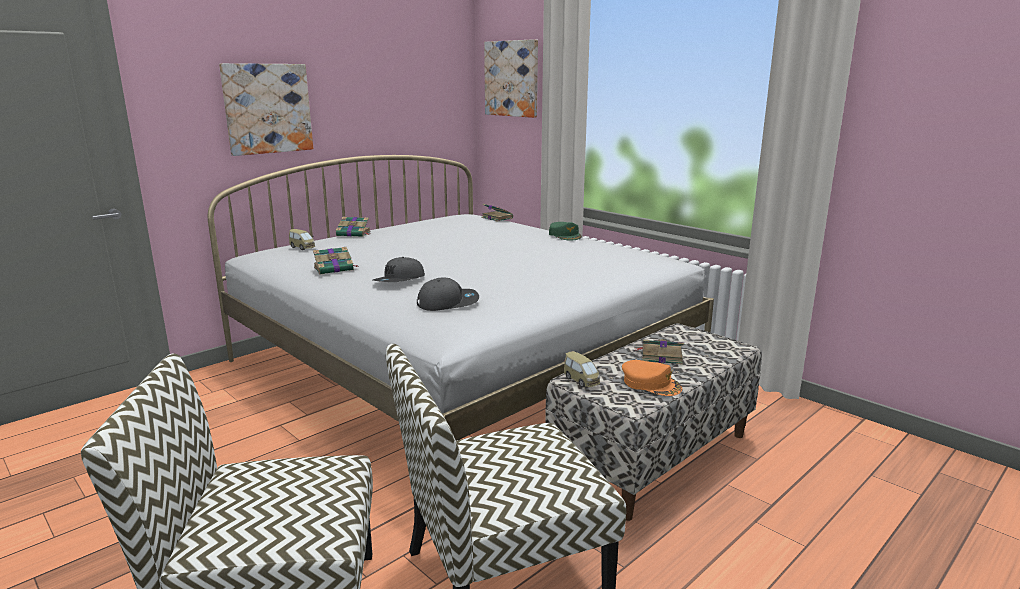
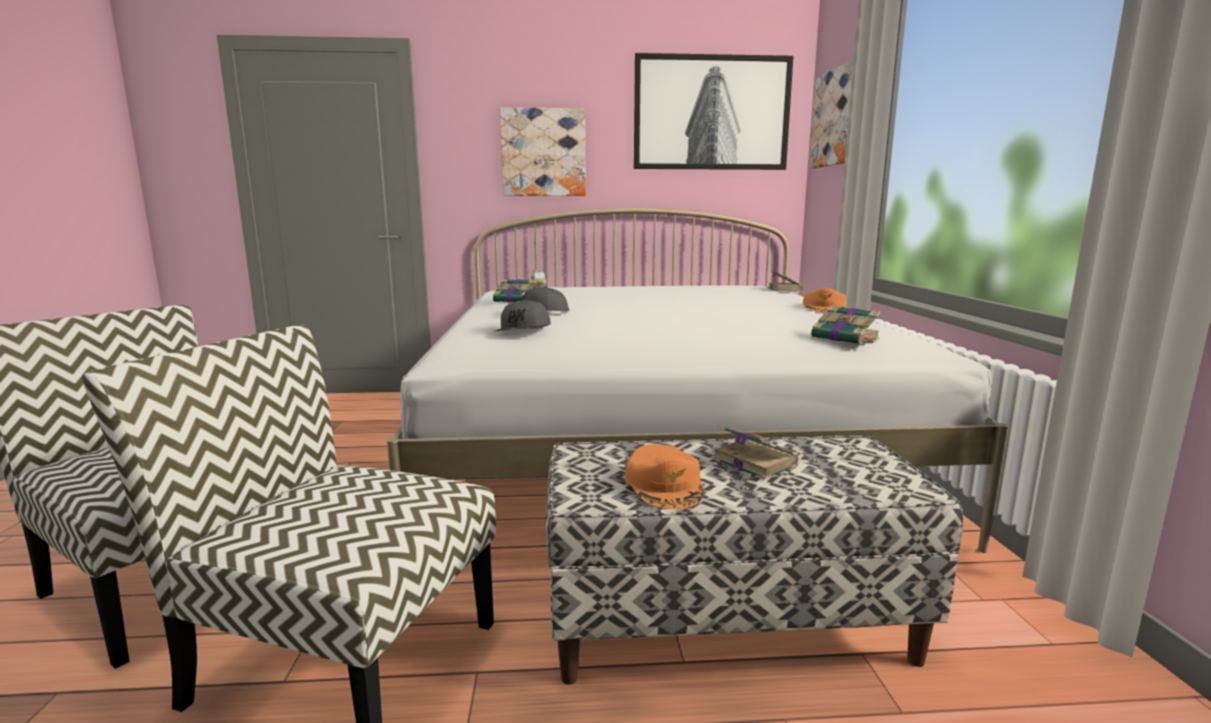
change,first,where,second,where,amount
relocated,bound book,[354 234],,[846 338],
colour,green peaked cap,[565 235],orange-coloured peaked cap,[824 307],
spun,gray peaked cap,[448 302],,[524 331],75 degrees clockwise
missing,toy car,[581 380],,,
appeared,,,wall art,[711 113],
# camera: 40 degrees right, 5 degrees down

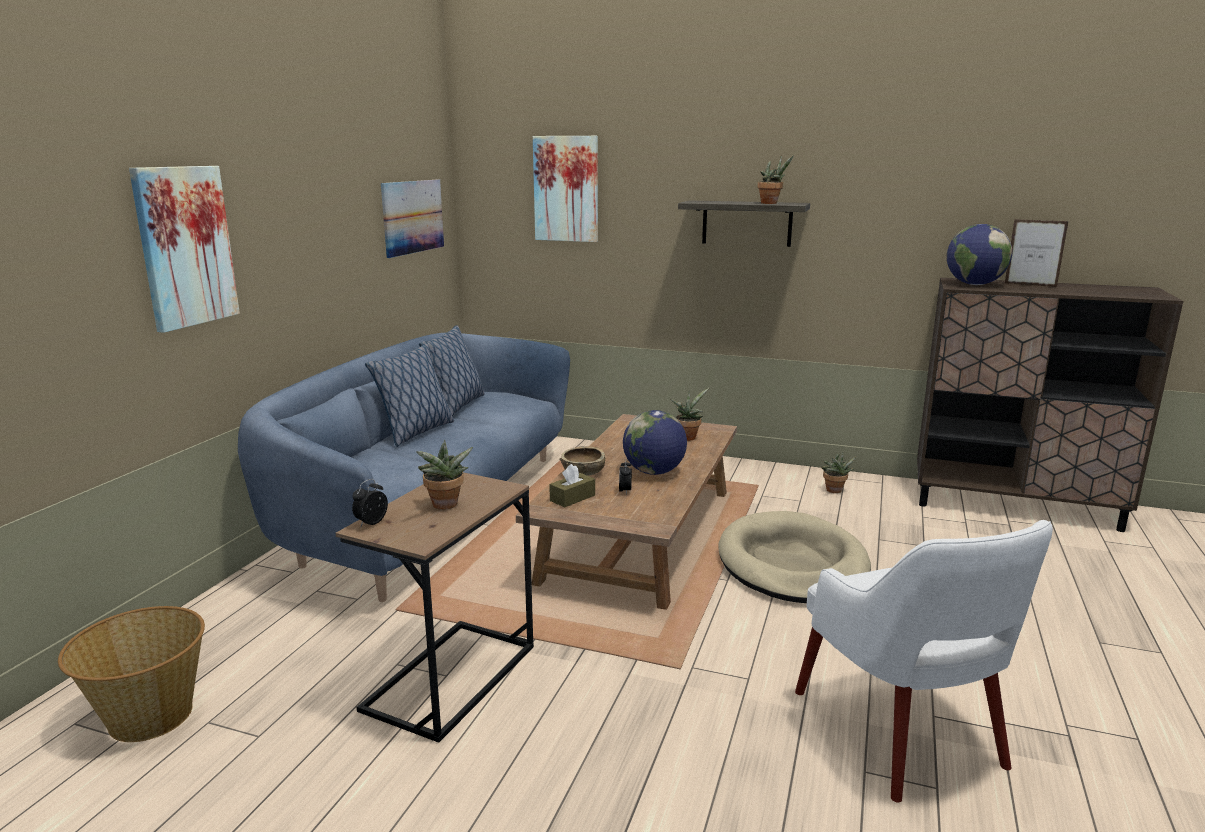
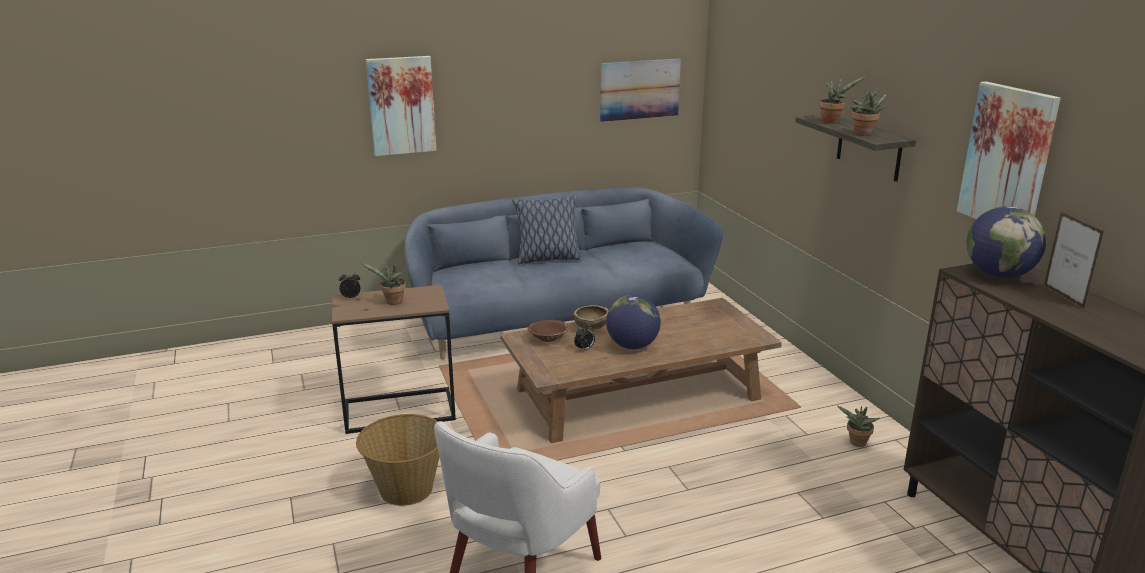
change,first,where,second,where,amount
relocated,wall art,[566 189],,[1008 158],
missing,throw pillow,[456 405],,,
relocated,houseplant,[688 437],,[832 121],
exchanged,brown tissue box,[572 498],brown deep dish,[548 338],
missing,beige-coloured pet bed,[792 564],,,
relocated,basket,[149 716],,[406 489],
# camera: 50 degrees right, 5 degrees up

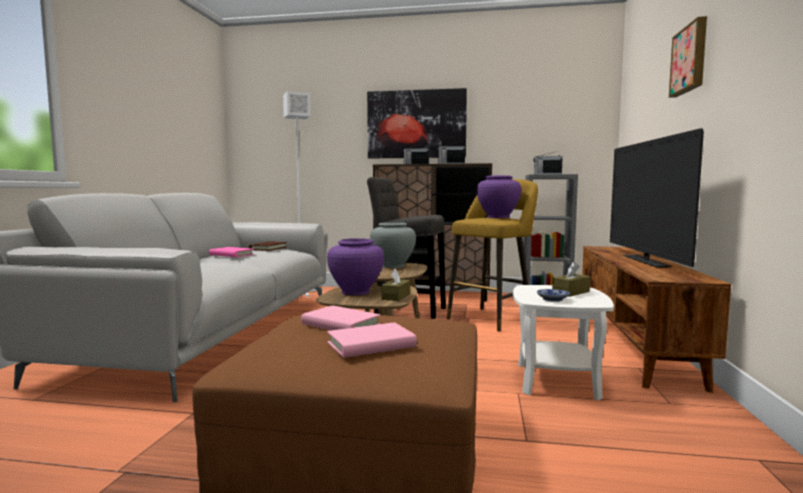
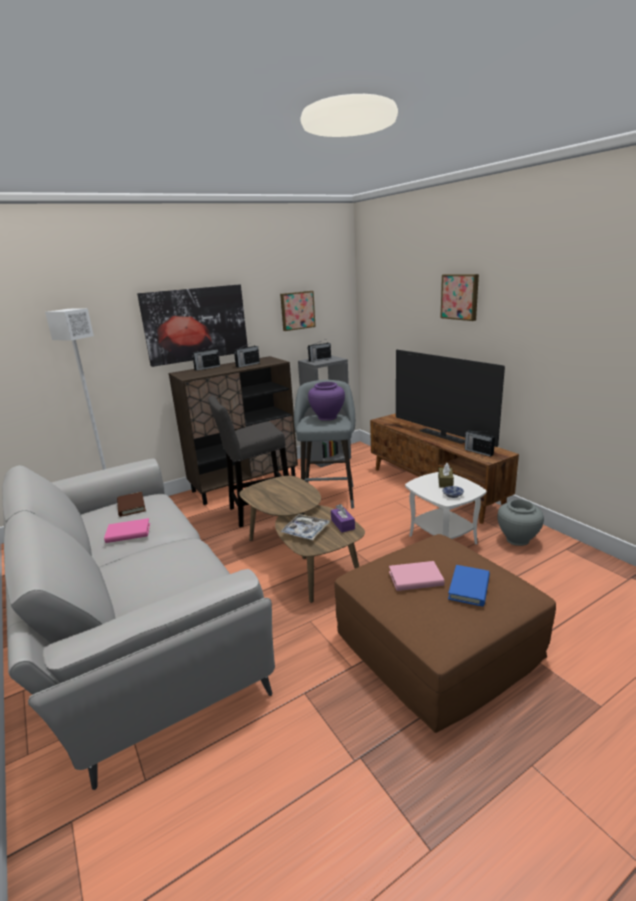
change,first,where,second,where,amount
colour,yellowish sitting stool,[492 318],gray sitting stool,[328 495],
relocated,gray flower vase,[393 266],,[517 540],
exchanged,purple flower vase,[355 292],serving tray,[305 531],
colour,brown tissue box,[396 297],purple tissue box,[342 524],
colour,pink bound book,[371 345],bluish bound book,[469 588],
appeared,,,wall art,[297 310],
appeared,,,radio receiver,[478 452],
# camera: 40 degrees left, 15 degrees up

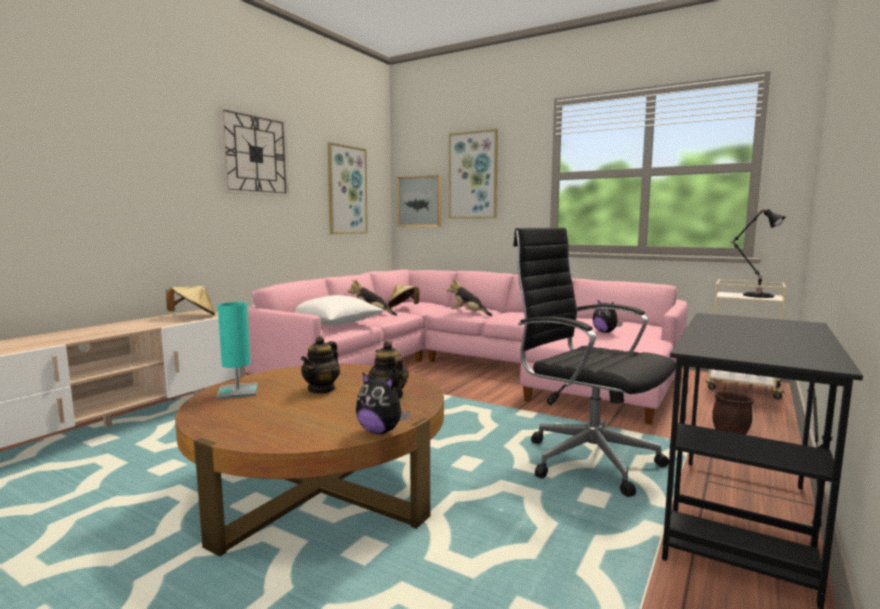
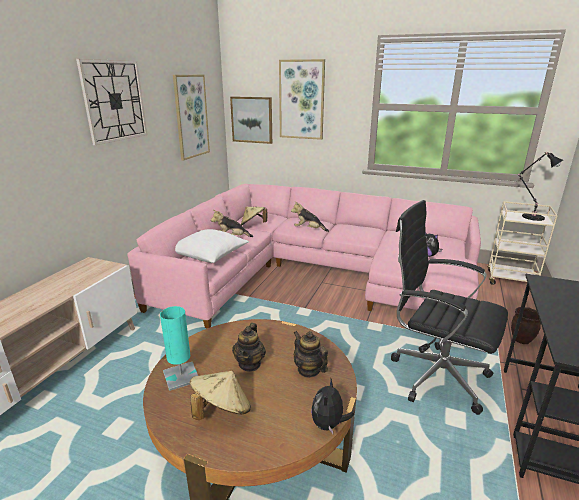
change,first,where,second,where,amount
relocated,beige-coloured hat,[193 316],,[221 410],
spun,cuddly toy,[380 431],,[329 424],90 degrees clockwise
# camera: 10 degrees left, 15 degrees up

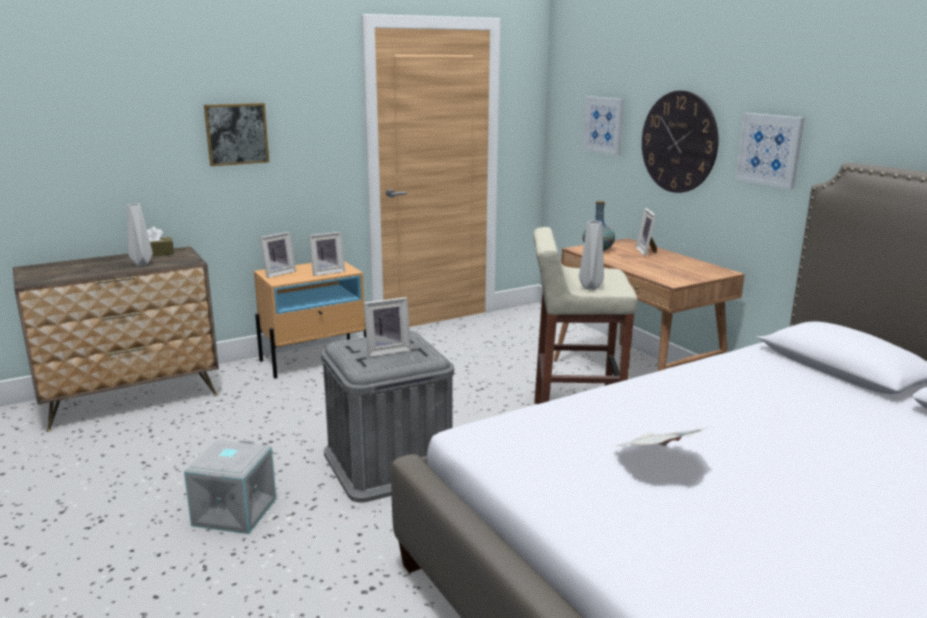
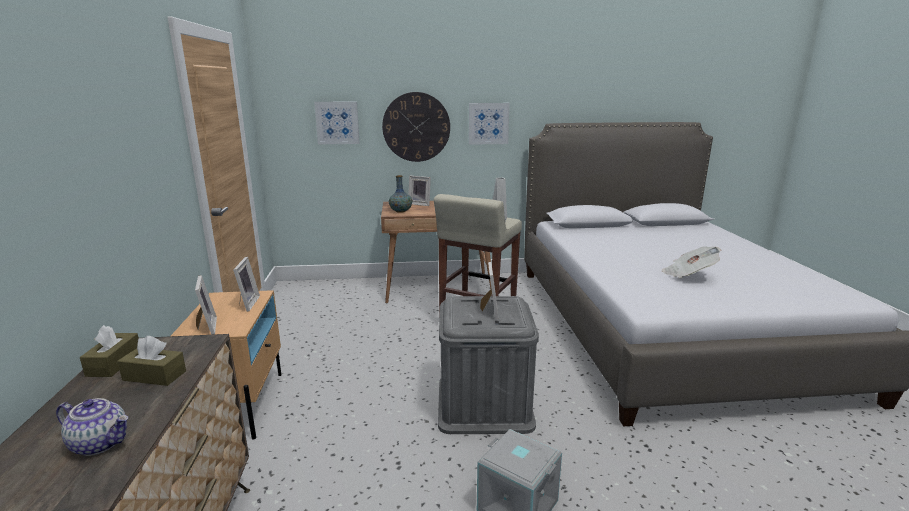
change,first,where,second,where,amount
missing,wall art,[236 134],,,
exchanged,gray flower vase,[142 264],brown tissue box,[154 376],
appeared,,,tea pot,[101 443],
# camera: 65 degrees left, 0 degrees up

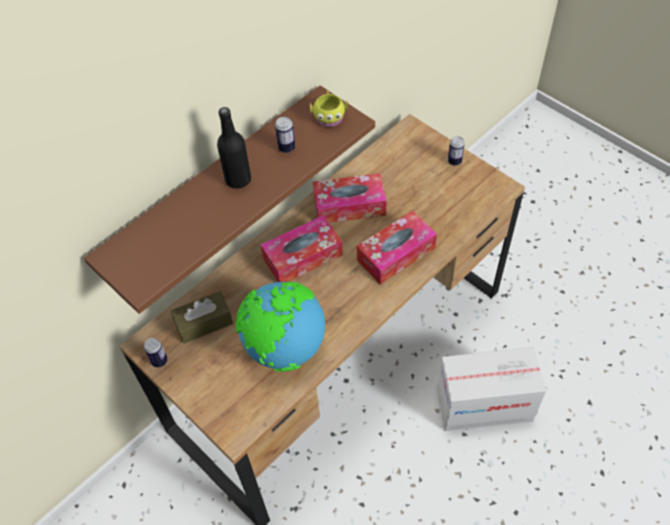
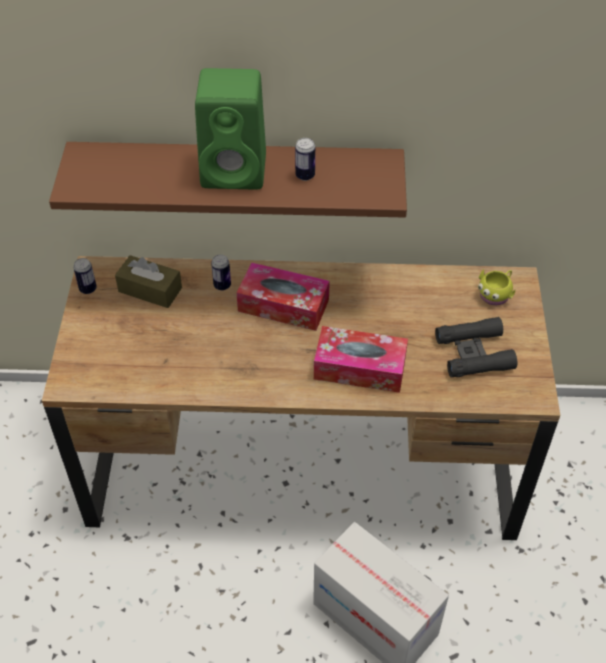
change,first,where,second,where,amount
relocated,yellowish tea mug,[329 116],,[495 294],
exchanged,black beverage bottle,[238 180],green audio speaker,[236 170],
relocated,can,[454 161],,[222 285],
missing,tissue box,[349 206],,,
missing,world globe,[284 347],,,
appeared,,,black binoculars,[474 353],
# camera: 45 degrees right, 5 degrees down

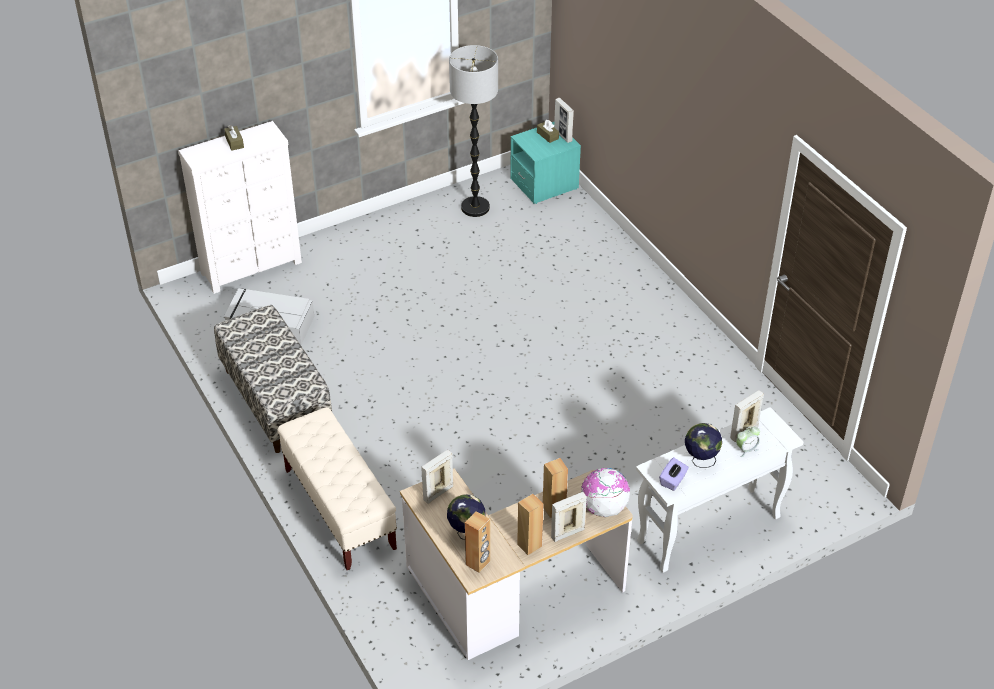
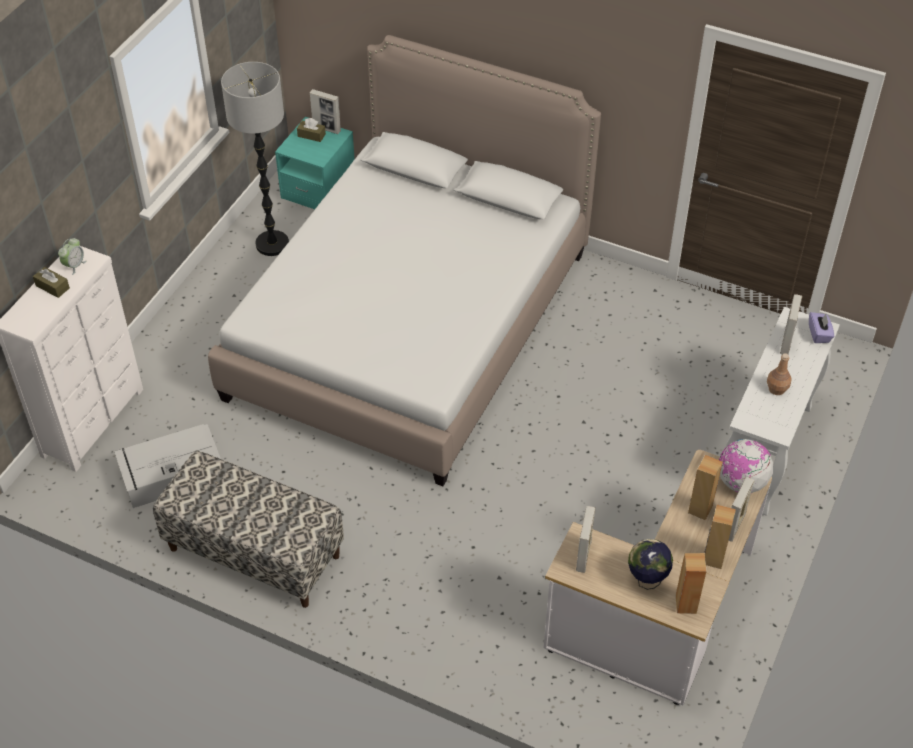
change,first,where,second,where,amount
missing,beige-coloured indoor bench,[339 509],,,
exchanged,world globe,[700 460],brown beverage bottle,[777 389],
relocated,alarm clock,[746 449],,[74 265],
relocated,purple tissue box,[673 481],,[819 334],
appeared,,,bed,[409 324],
# camera: 35 degrees left, 5 degrees up

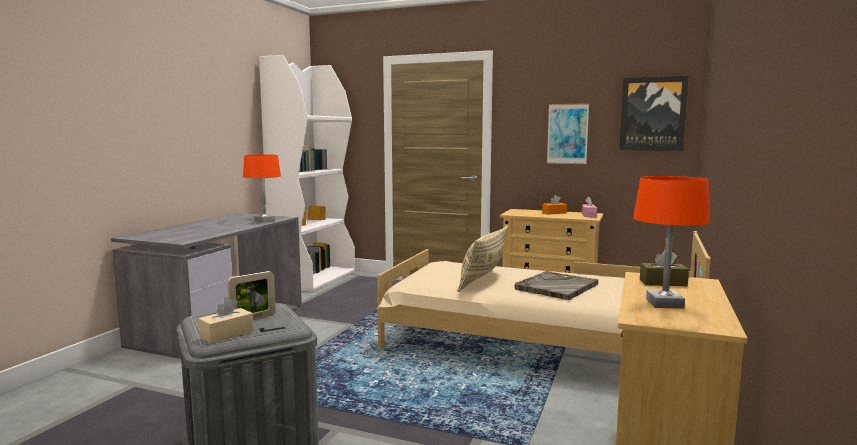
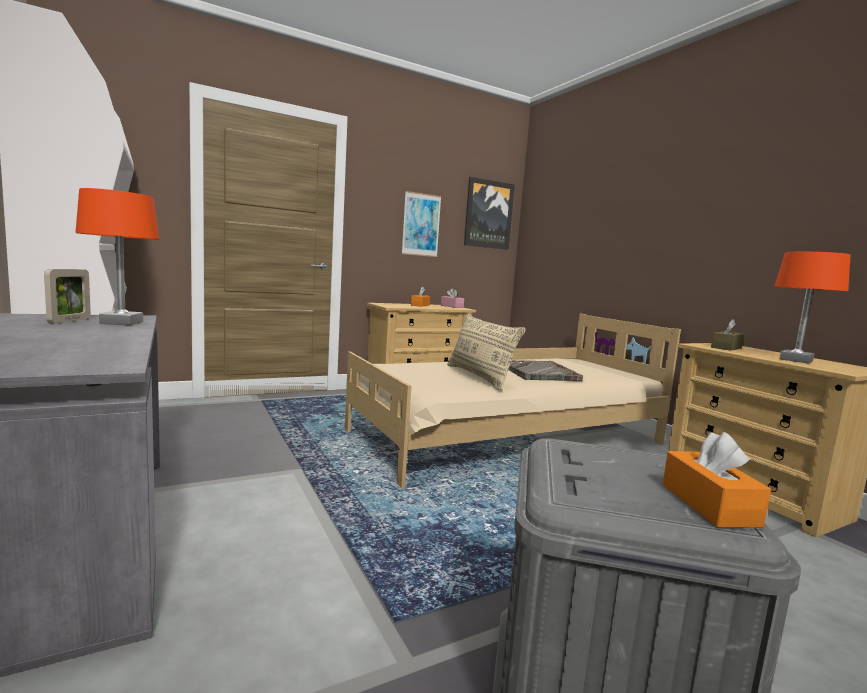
change,first,where,second,where,amount
relocated,standing frame,[253 318],,[69 321],
colour,beige-coloured tissue box,[226 334],orange-coloured tissue box,[708 504],
# camera: 50 degrees left, 0 degrees up

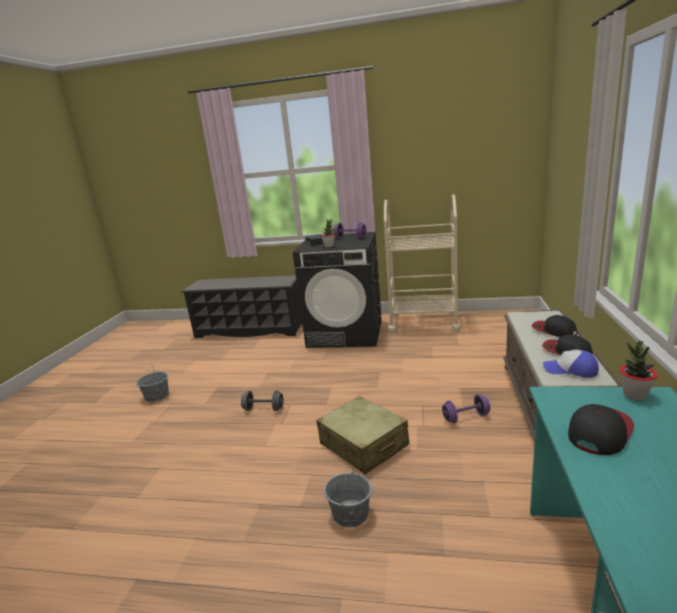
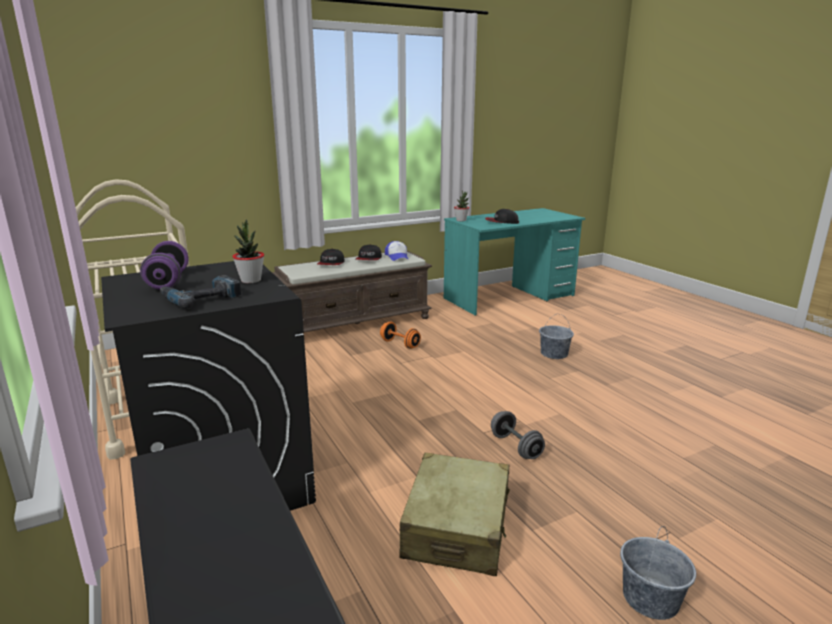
change,first,where,second,where,amount
colour,purple dumbbell,[466 418],orange-coloured dumbbell,[400 344],
relocated,beige-coloured piece of luggage,[363 445],,[457 528],
# camera: 130 degrees left, 0 degrees up

